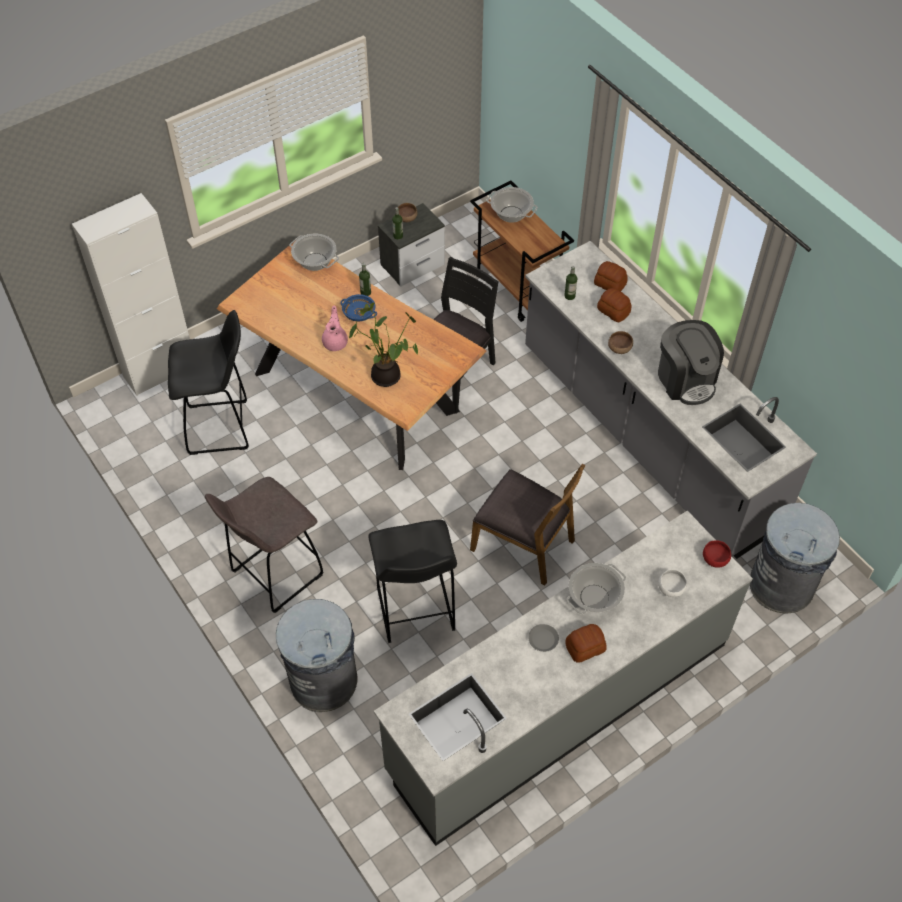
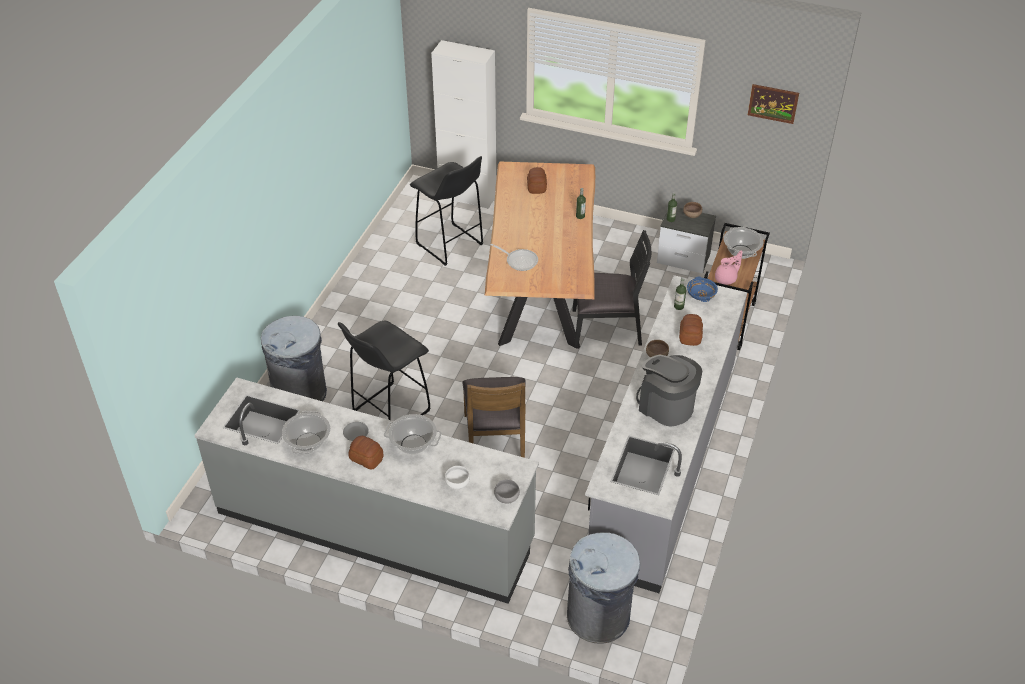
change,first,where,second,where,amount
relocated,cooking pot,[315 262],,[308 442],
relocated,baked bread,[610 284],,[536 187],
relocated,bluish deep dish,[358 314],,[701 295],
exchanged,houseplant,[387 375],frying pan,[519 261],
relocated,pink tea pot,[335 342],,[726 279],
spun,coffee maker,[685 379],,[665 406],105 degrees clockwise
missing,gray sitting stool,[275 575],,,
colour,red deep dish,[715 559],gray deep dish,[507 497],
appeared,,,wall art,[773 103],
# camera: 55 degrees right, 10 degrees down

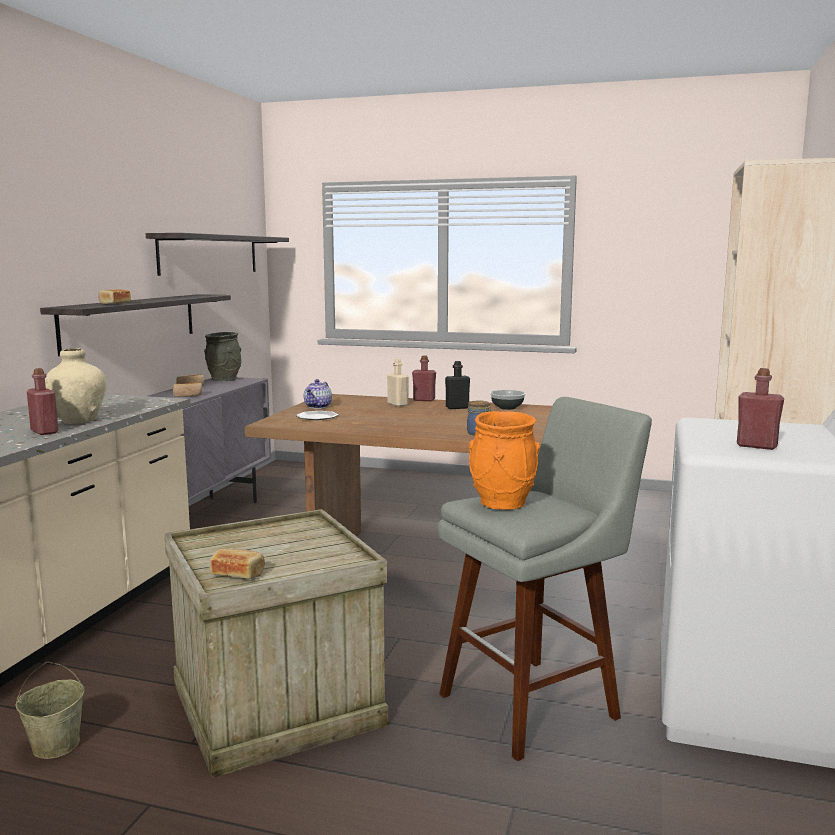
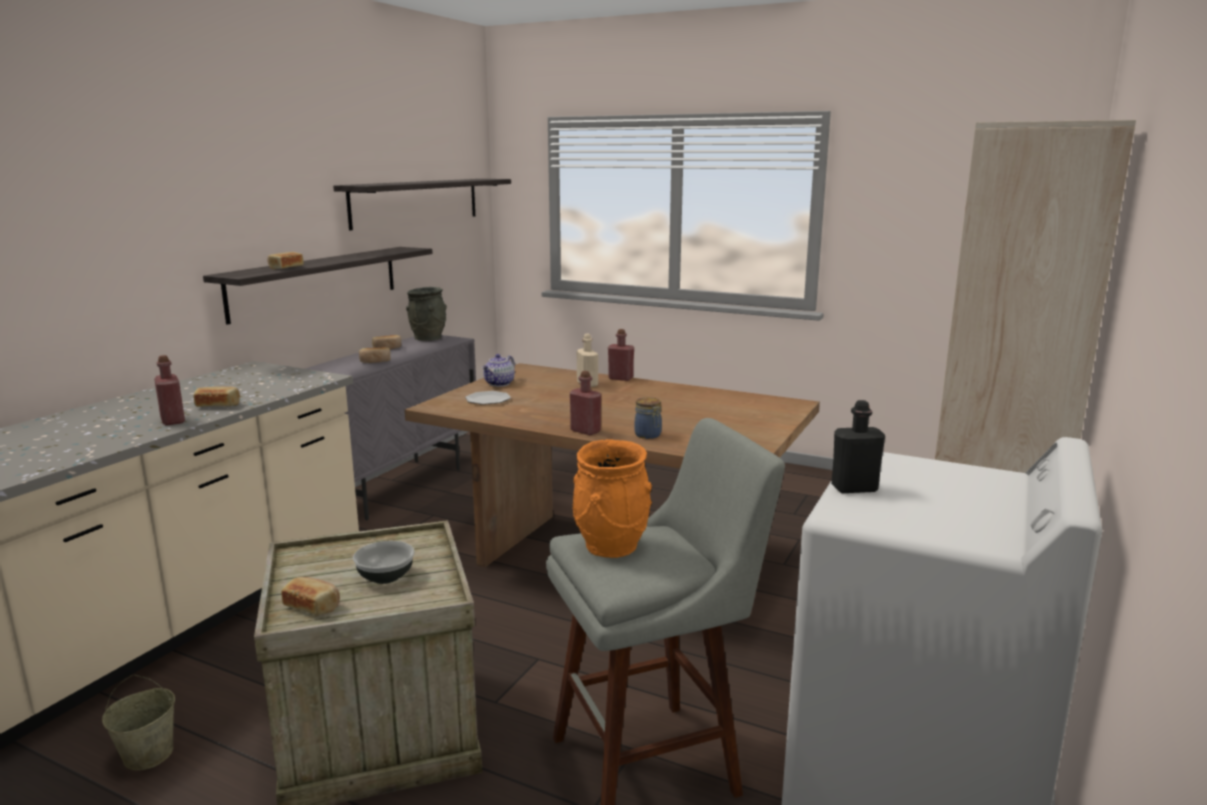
change,first,where,second,where,amount
exchanged,beige-coloured flower vase,[79 421],baked bread,[218 405],
relocated,black beverage bottle,[457 407],,[854 488],
relocated,red beverage bottle,[756 446],,[585 431],
relocated,deep dish,[507 408],,[386 576],
# camera: 10 degrees right, 5 degrees up

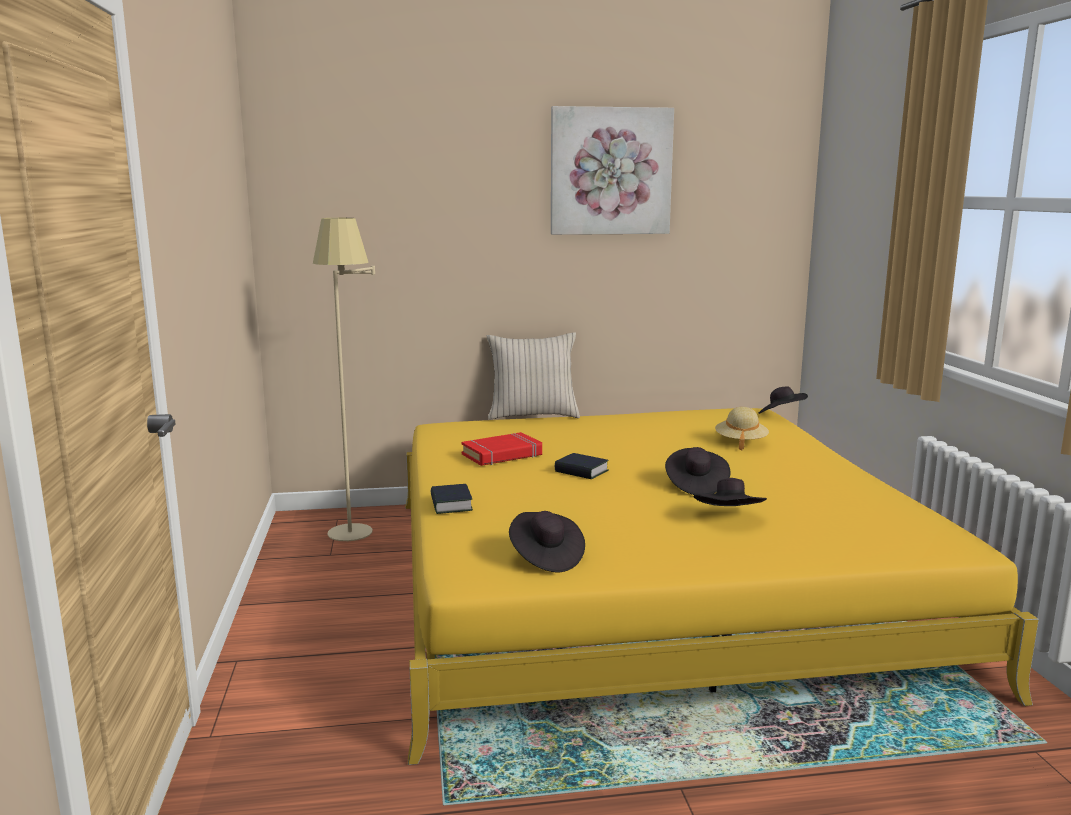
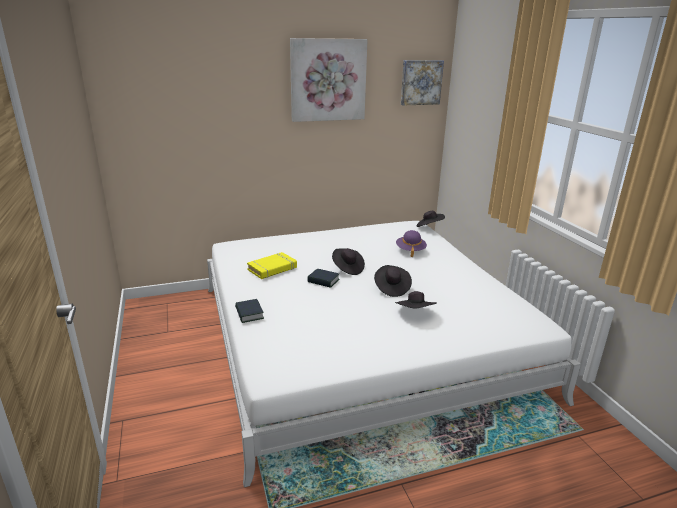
change,first,where,second,where,amount
missing,beige-coloured floor lamp,[355 539],,,
missing,beige-coloured throw pillow,[532 415],,,
colour,beige-coloured hat,[740 442],purple hat,[410 250],
colour,yellowish bed,[644 583],white-coloured bed,[359 338],
colour,red bound book,[502 455],yellowish bound book,[272 269],
relocated,black hat,[545 558],,[347 268],
appeared,,,wall art,[420 82],
# camera: 10 degrees left, 10 degrees up

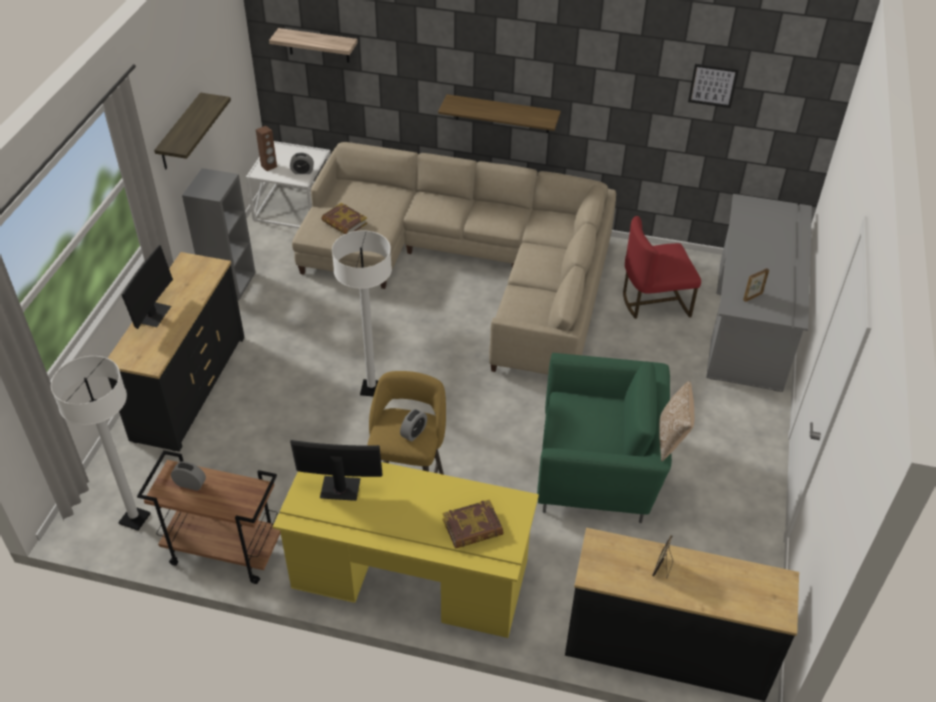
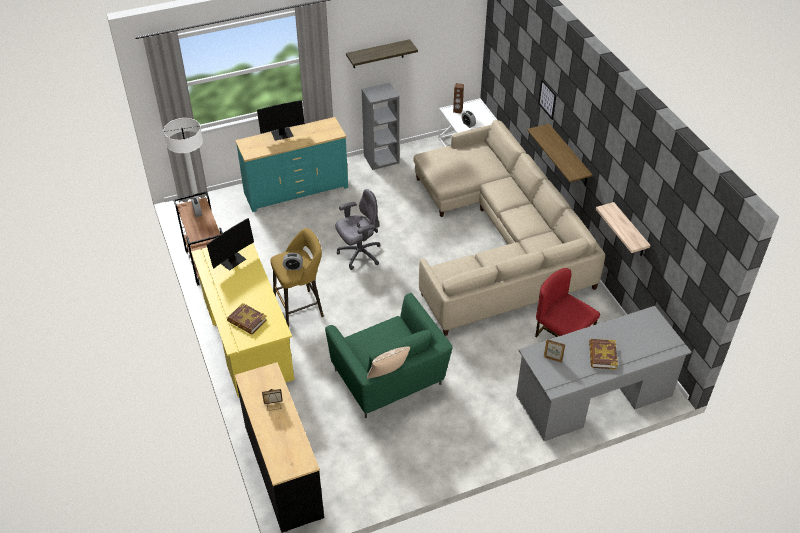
change,first,where,second,where,amount
relocated,shelf,[318 45],,[629 231],
relocated,wall art,[713 85],,[547 99],
relocated,bound book,[344 222],,[602 356],
exchanged,white-coloured floor lamp,[371 389],gray computer chair,[359 254],
colour,black chest of drawers,[189 387],turquoise chest of drawers,[296 190],
spun,monitor,[340 489],,[232 261],75 degrees clockwise
# camera: 55 degrees right, 0 degrees up

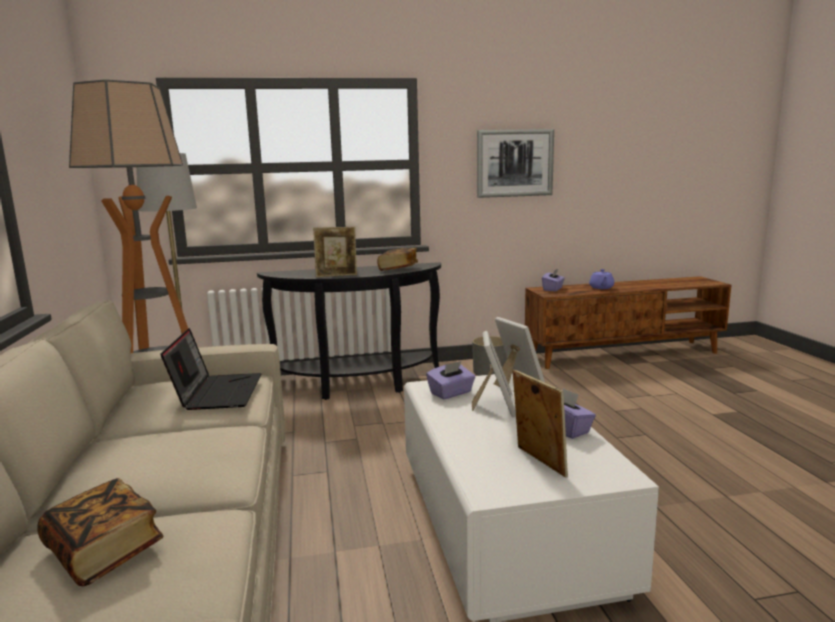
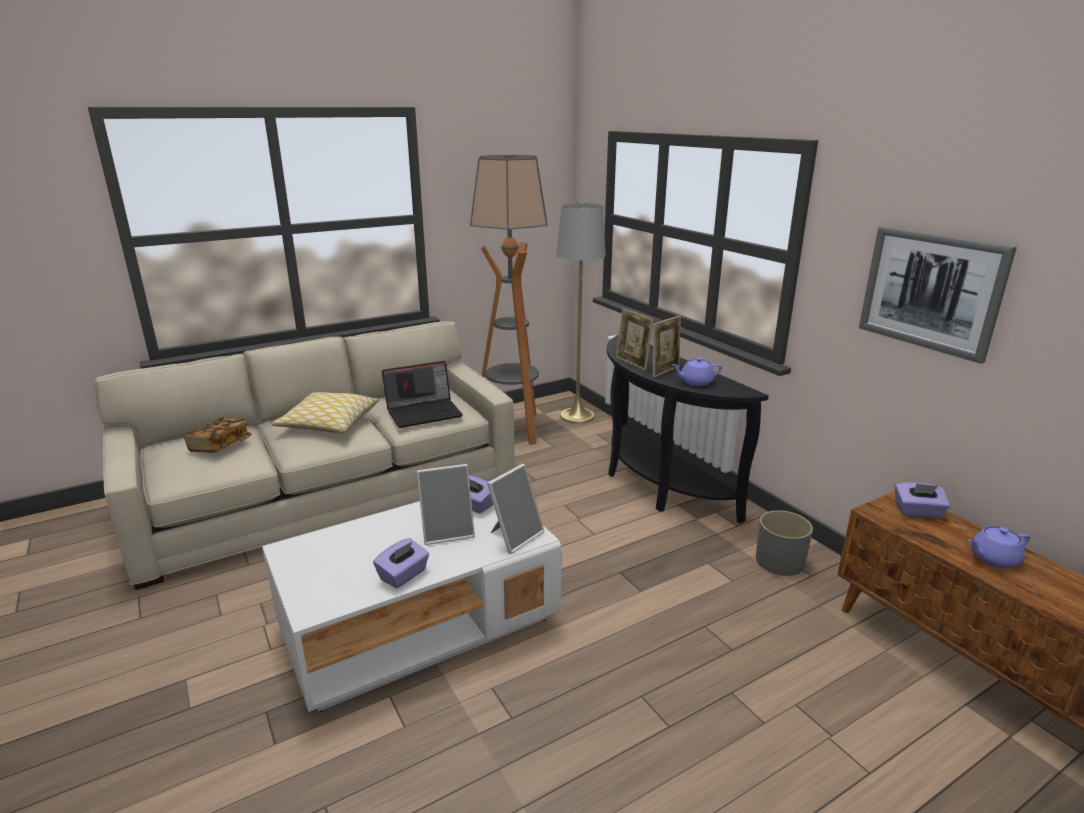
change,first,where,second,where,amount
exchanged,bound book,[398 269],purple tea pot,[695 382],
relocated,standing frame,[538 462],,[665 371],
appeared,,,throw pillow,[328 423],
# camera: 70 degrees right, 10 degrees up

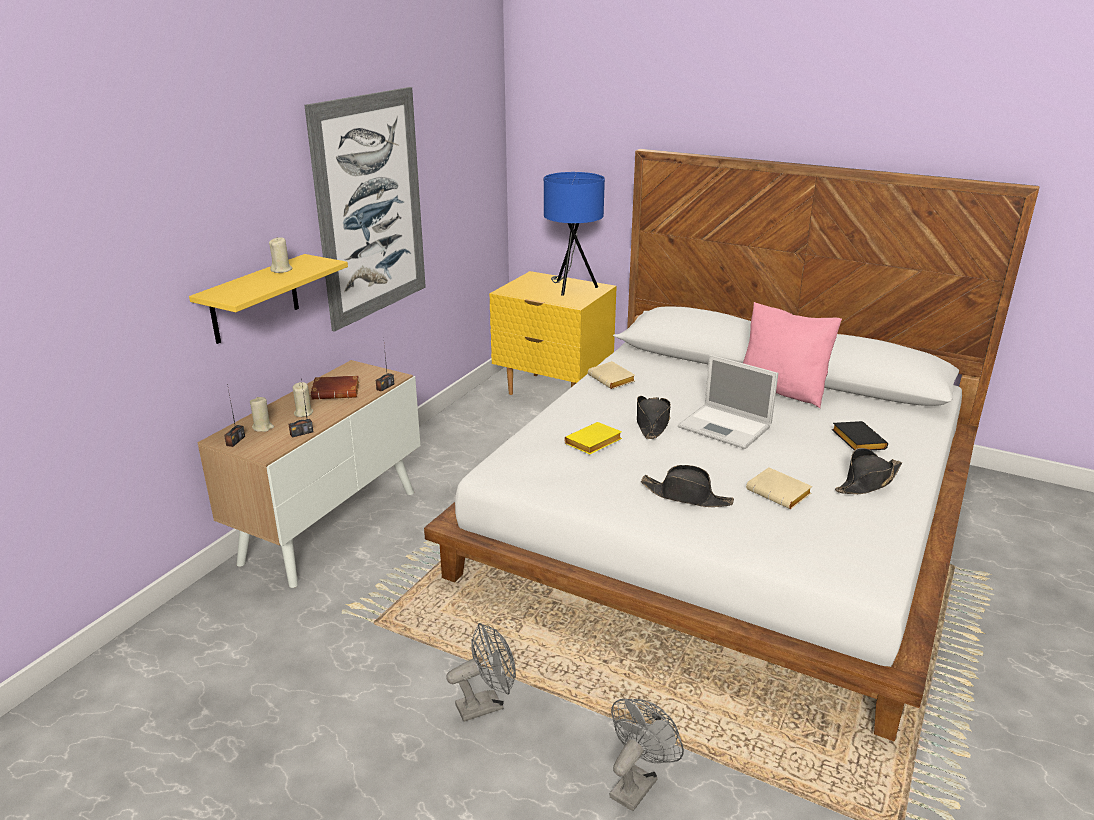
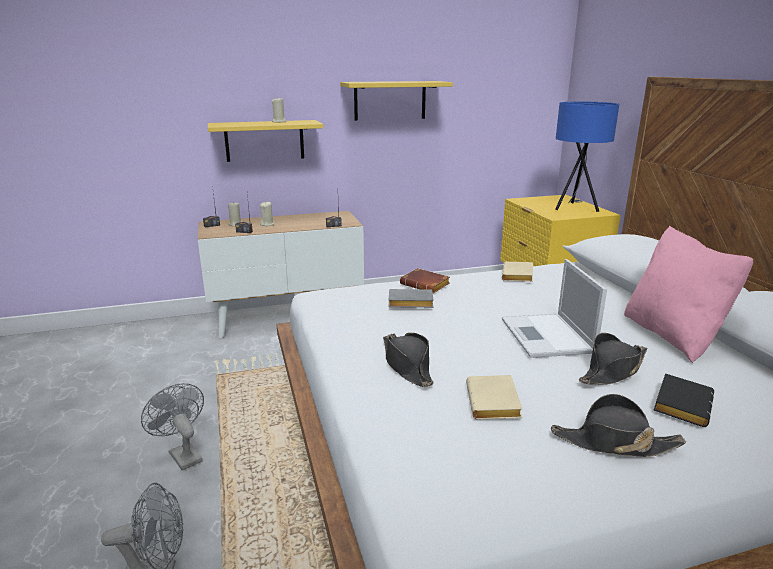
change,first,where,second,where,amount
exchanged,wall art,[370 207],yellowish shelf,[390 100],
relocated,brown bound book,[337 391],,[426 285],
relocated,black hat,[652 423],,[612 371],
colour,yellowish bound book,[593 443],gray bound book,[409 303],
spun,gray electric fan,[486 704],,[182 454],150 degrees counterclockwise
# camera: 45 degrees right, 5 degrees down

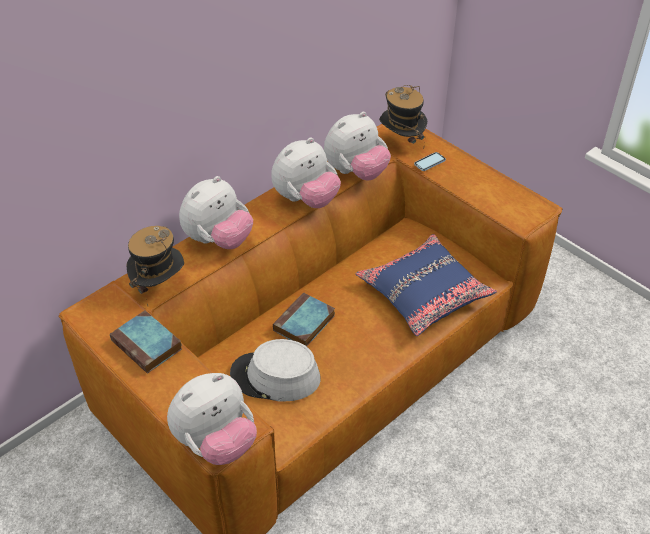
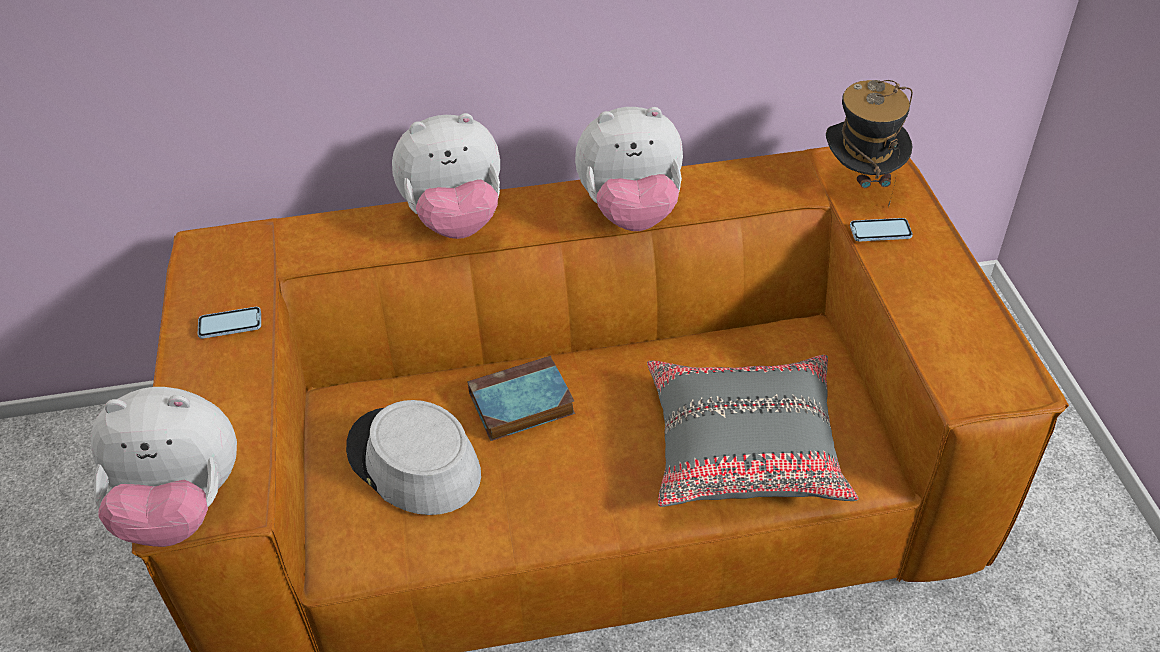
change,first,where,second,where,amount
missing,cuddly toy,[356 172],,,
missing,hat,[159 286],,,
colour,bluish throw pillow,[424 293],gray throw pillow,[745 445],
exchanged,bound book,[148 345],handset,[230 324],
# camera: 35 degrees right, 0 degrees up

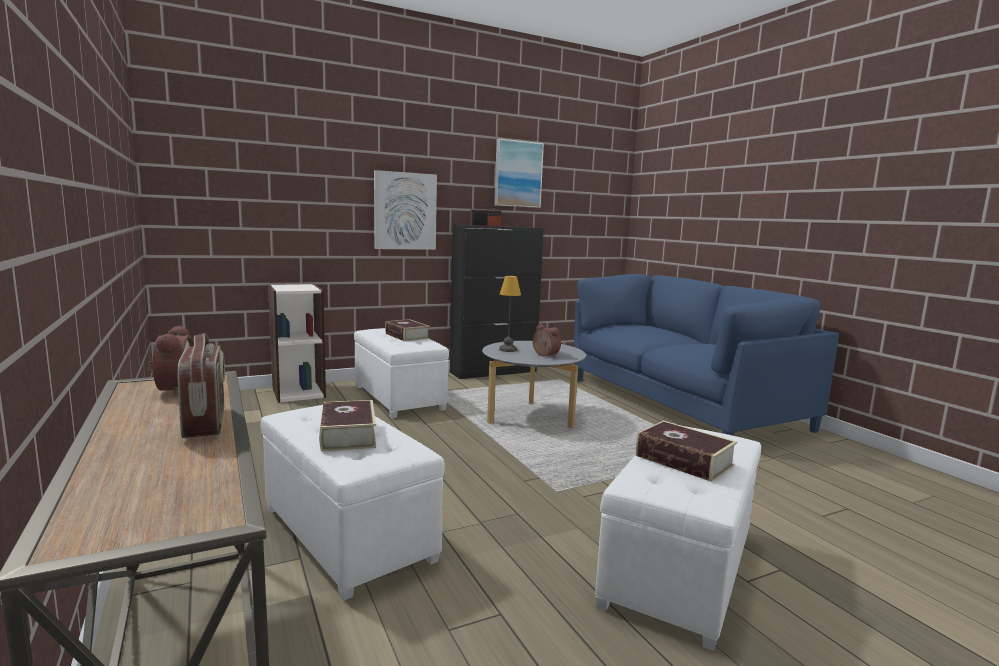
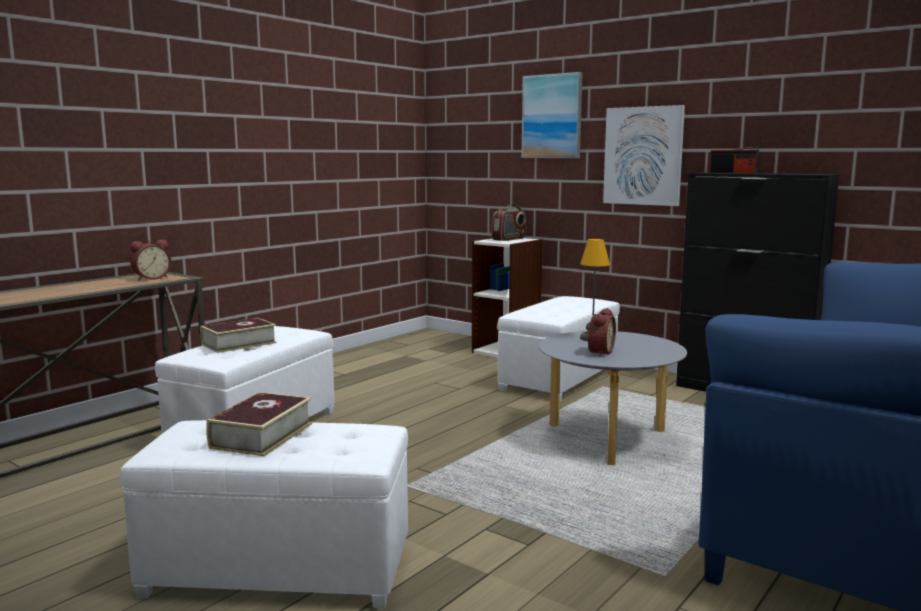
change,first,where,second,where,amount
relocated,wall art,[518 174],,[552 116],
missing,bound book,[407 336],,,
relocated,radio receiver,[206 422],,[509 239],
# camera: 65 degrees right, 0 degrees up

